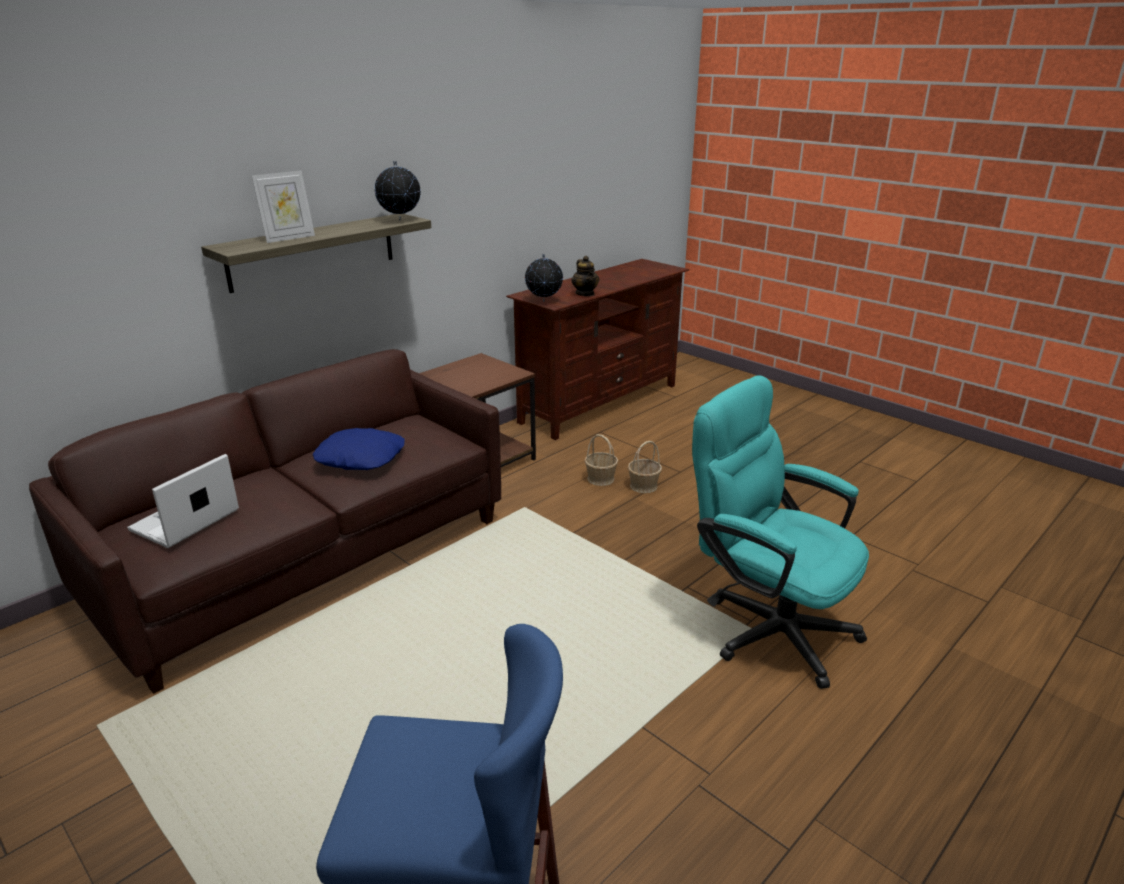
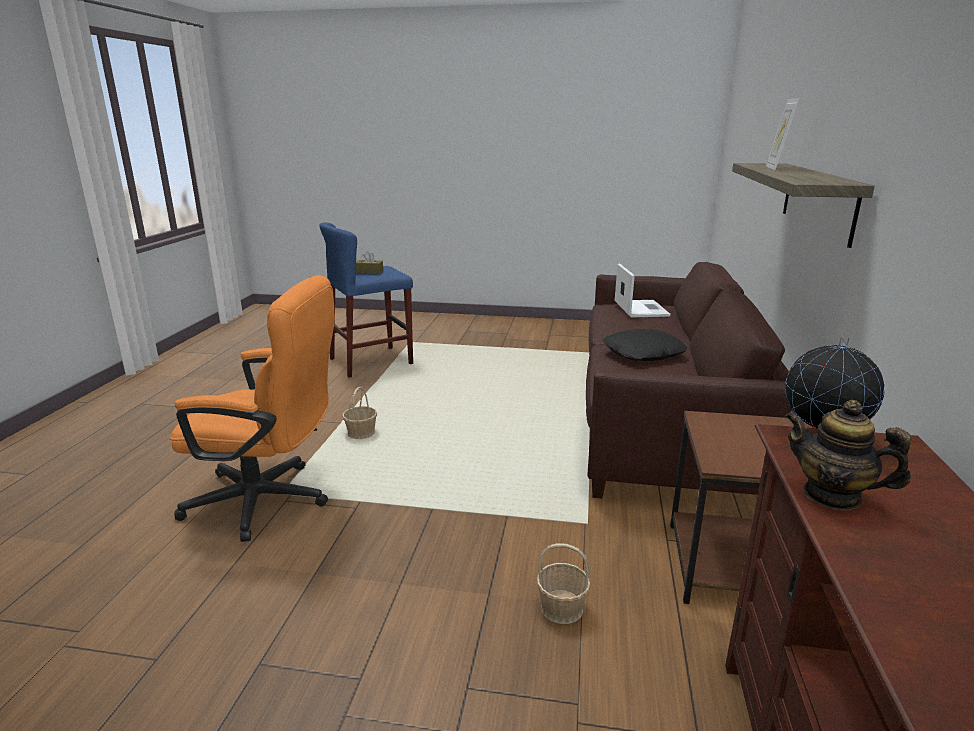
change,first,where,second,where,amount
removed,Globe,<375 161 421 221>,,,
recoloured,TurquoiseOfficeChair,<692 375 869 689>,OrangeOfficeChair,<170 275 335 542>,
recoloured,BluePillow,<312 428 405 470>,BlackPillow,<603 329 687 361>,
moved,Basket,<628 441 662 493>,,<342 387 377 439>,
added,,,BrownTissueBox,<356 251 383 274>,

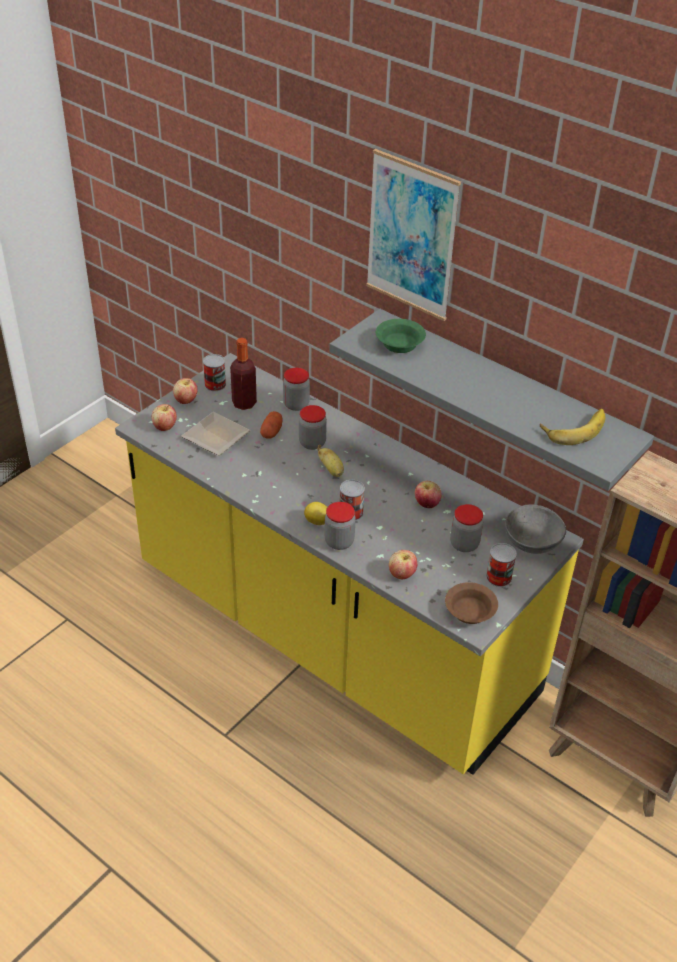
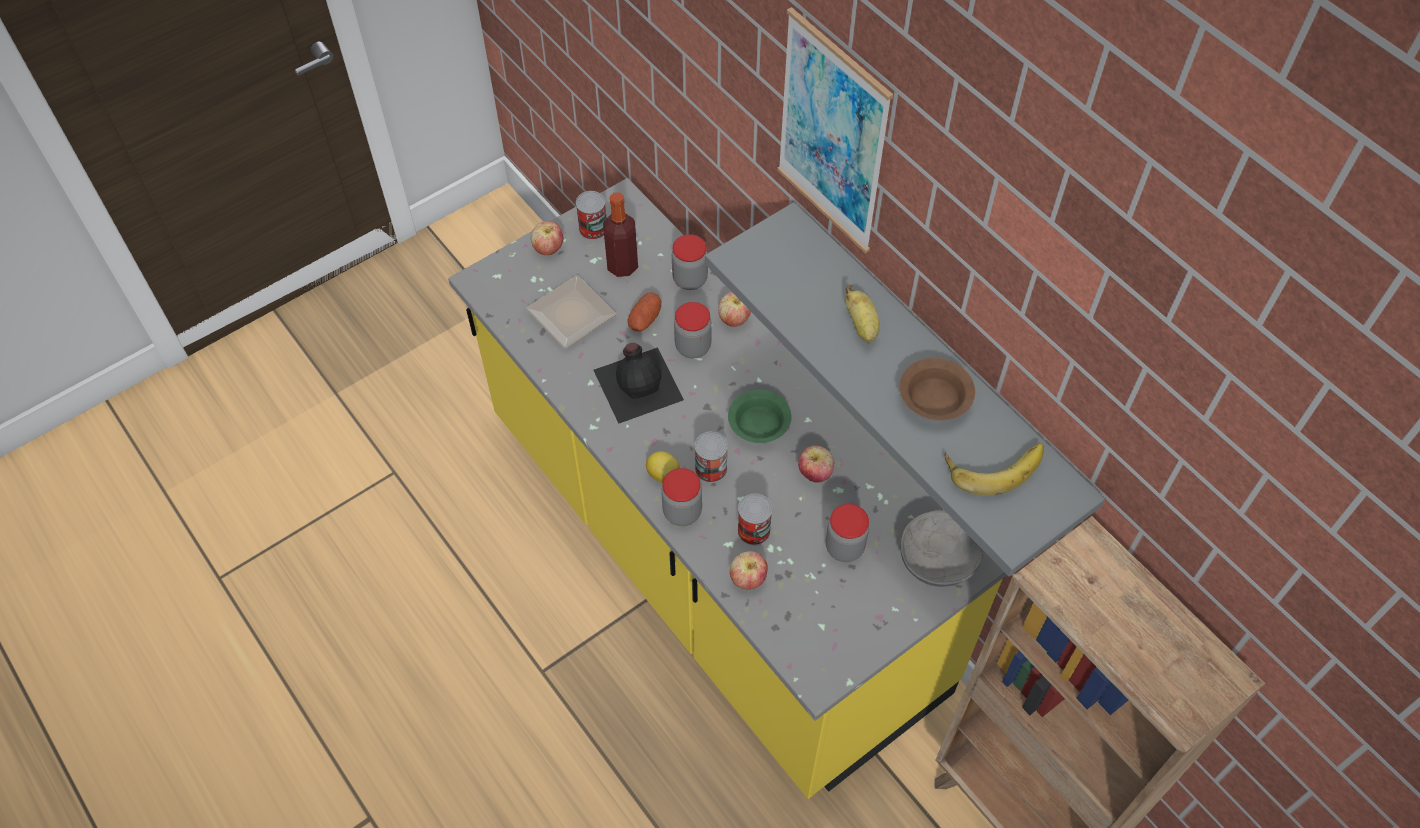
change,first,where,second,where,amount
moved,GreenBowl,<376 319 426 353>,,<728 389 791 443>,
moved,Apple,<152 404 177 431>,,<718 292 751 327>,
moved,Banana,<317 445 344 477>,,<845 284 880 344>,
moved,Can,<486 543 517 587>,,<737 493 772 545>,
moved,BrownBowl,<445 582 498 624>,,<900 358 975 421>,
added,,,BlackBottle,<594 343 684 424>,

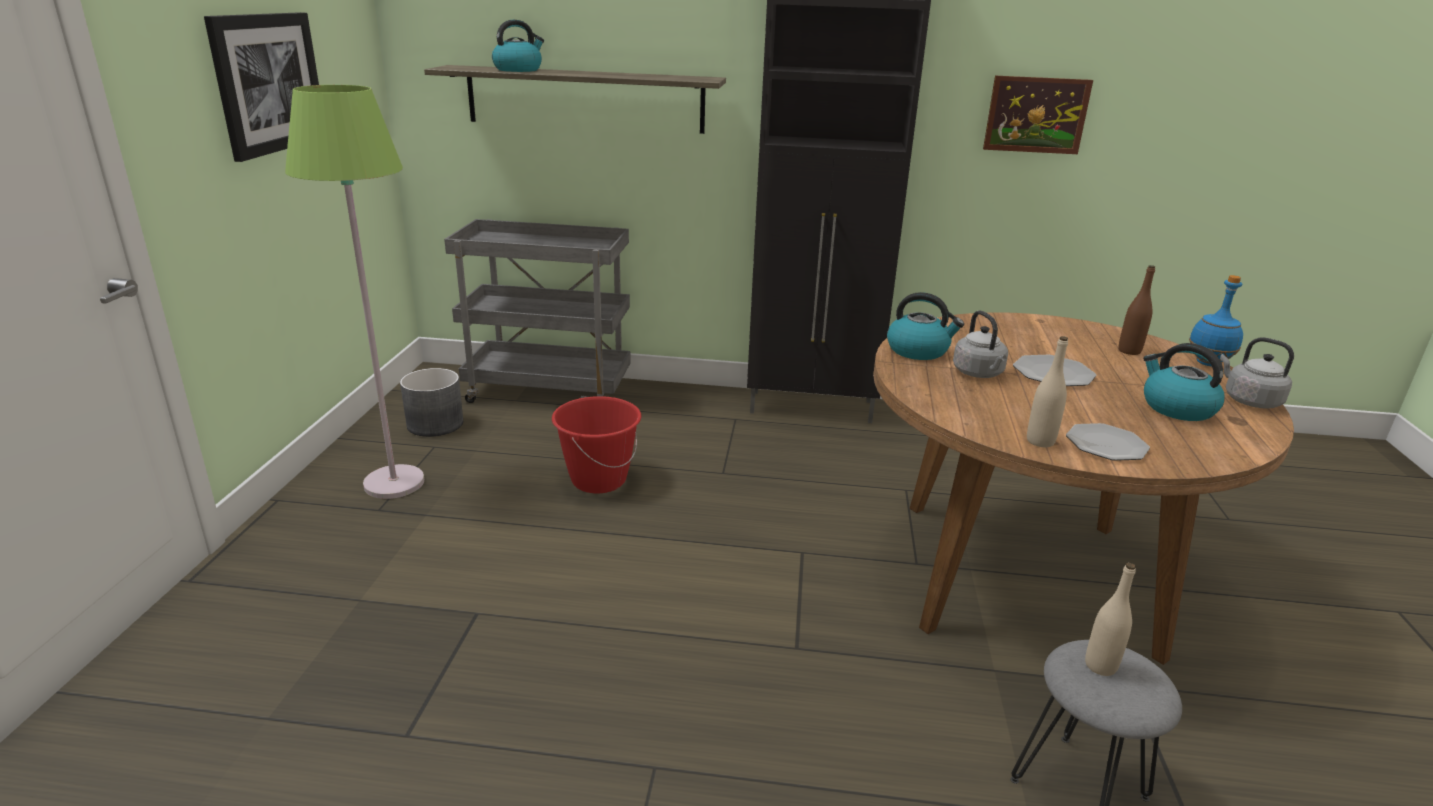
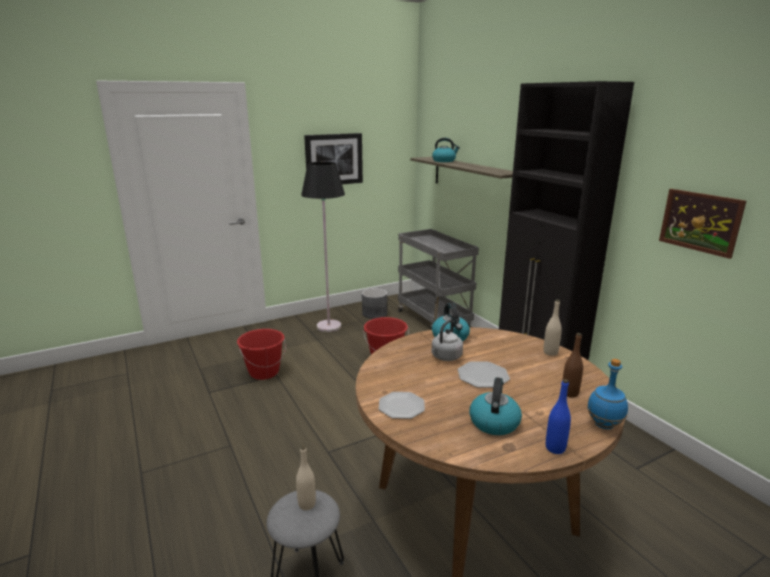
change,first,where,second,where,amount
recoloured,GreenFloorLamp,<285 85 424 499>,BlackFloorLamp,<301 162 345 332>,
moved,BeigeBottle,<1027 336 1068 447>,,<543 299 562 356>,
replaced,GreyKettle,<1220 337 1294 409>,BlueBottle,<546 379 571 454>,
added,,,RedBucket,<237 329 286 380>,

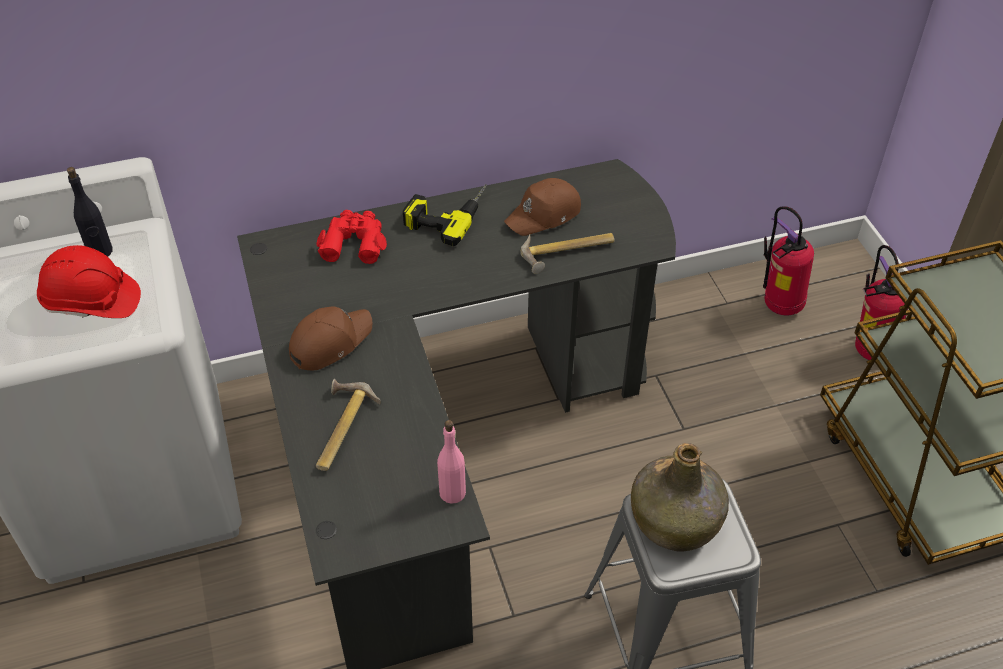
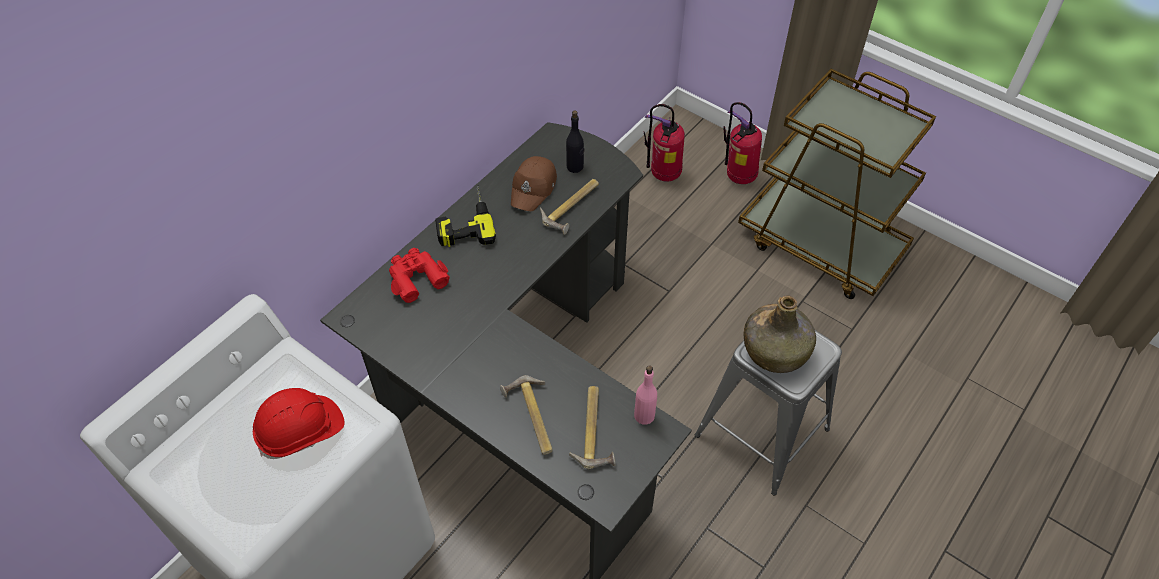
change,first,where,second,where,amount
moved,BlackBottle,<67 167 113 257>,,<566 110 584 173>,
removed,BrownCap,<289 307 372 370>,,,
added,,,Hammer,<569 386 615 469>,

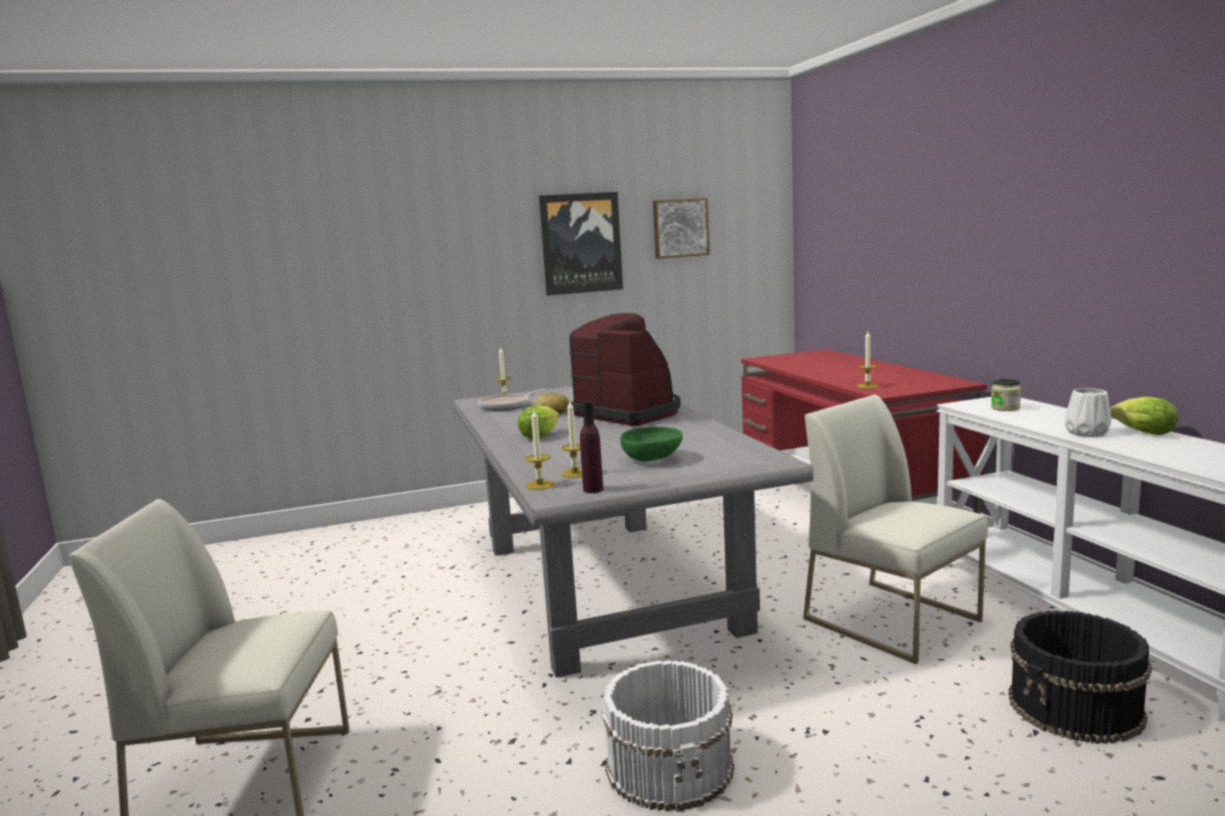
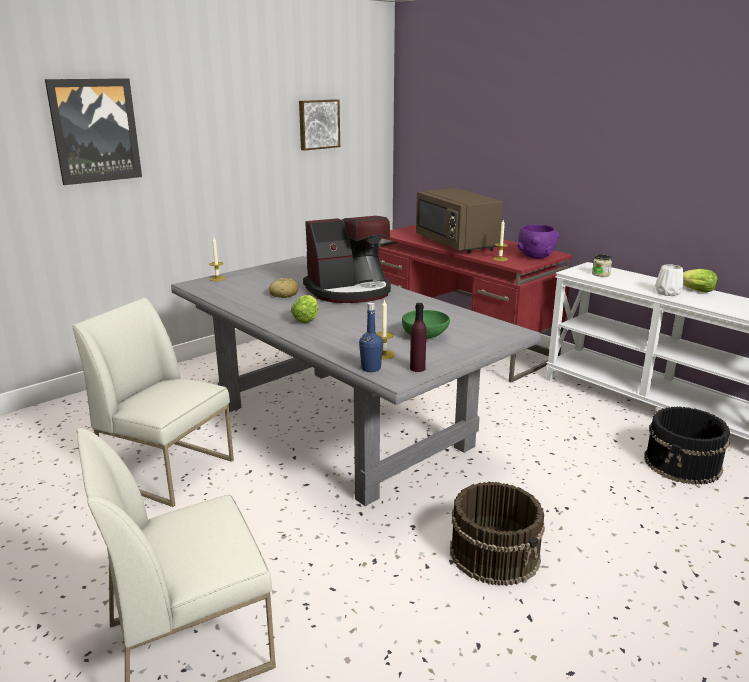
change,first,where,second,where,amount
moved,Picture,<539 192 623 296>,,<45 78 142 185>,
turned,CoffeeMachine,<569 313 681 426>,,<303 216 391 303>,135 degrees clockwise
removed,FryingPan,<478 389 545 411>,,,
moved,WhiteChair,<803 395 988 664>,,<72 298 234 507>,
replaced,Candle,<525 410 555 490>,BlueBottle,<359 302 383 372>,
recoloured,WhiteBucket,<602 660 734 811>,BrownBucket,<450 481 545 586>,
added,,,BrownMicrowave,<416 188 503 254>,
added,,,PurpleBowl,<518 224 560 259>,

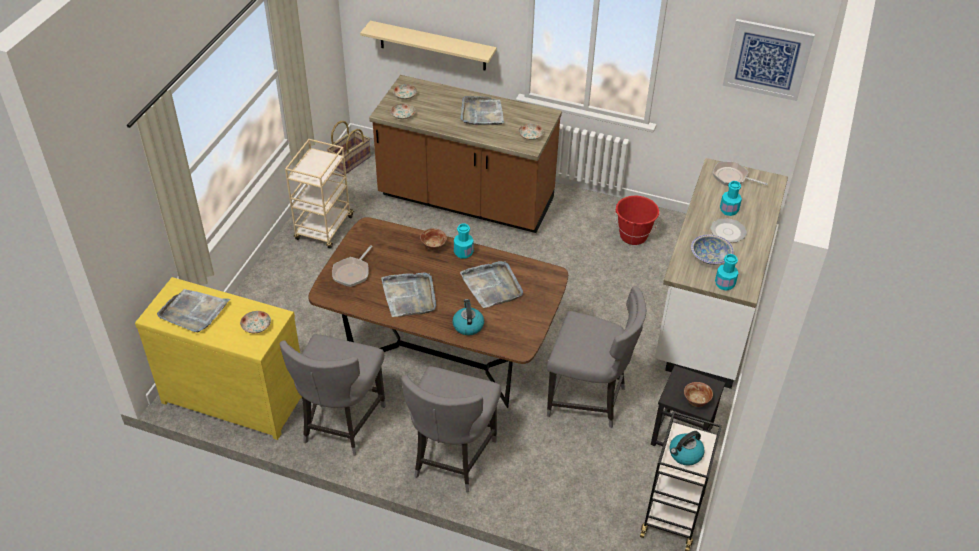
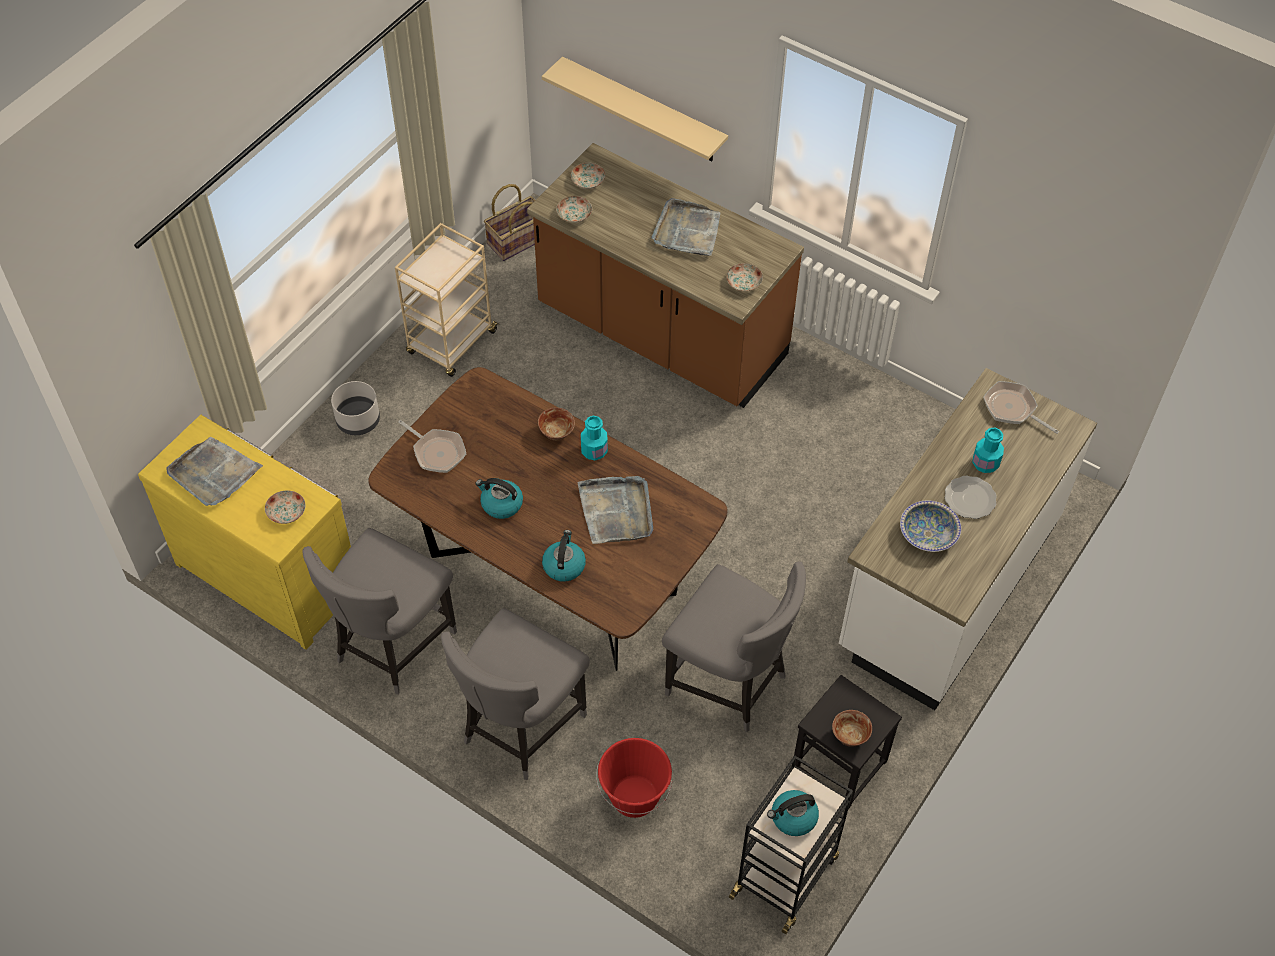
change,first,where,second,where,amount
removed,Picture,<723 19 815 101>,,,
moved,RedBucket,<615 196 660 245>,,<596 738 672 818>,
turned,FryingPan,<332 245 373 287>,,<398 420 466 473>,90 degrees counterclockwise
removed,TurquoiseBottle,<715 254 739 291>,,,
replaced,GreyTray,<381 273 436 317>,Kettle,<475 478 523 519>,
added,,,GreyPlanter,<331 381 380 435>,

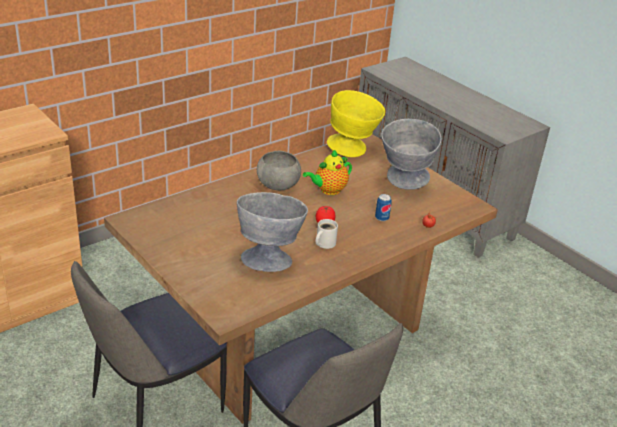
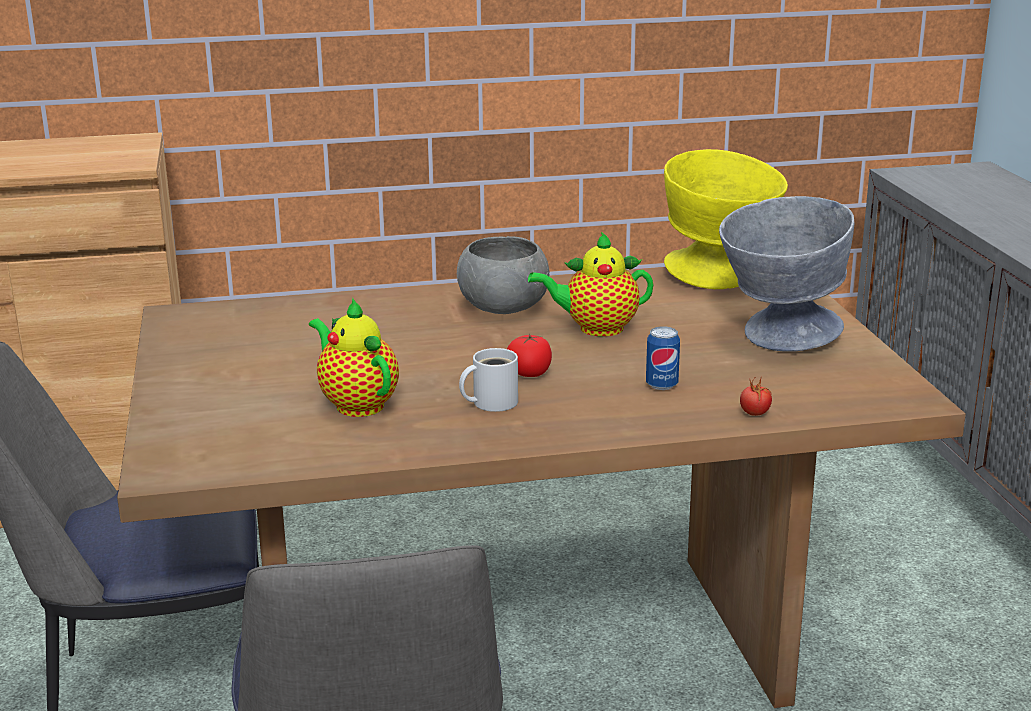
change,first,where,second,where,amount
replaced,GreyBowl,<237 192 308 272>,Teapot,<309 298 399 417>,

